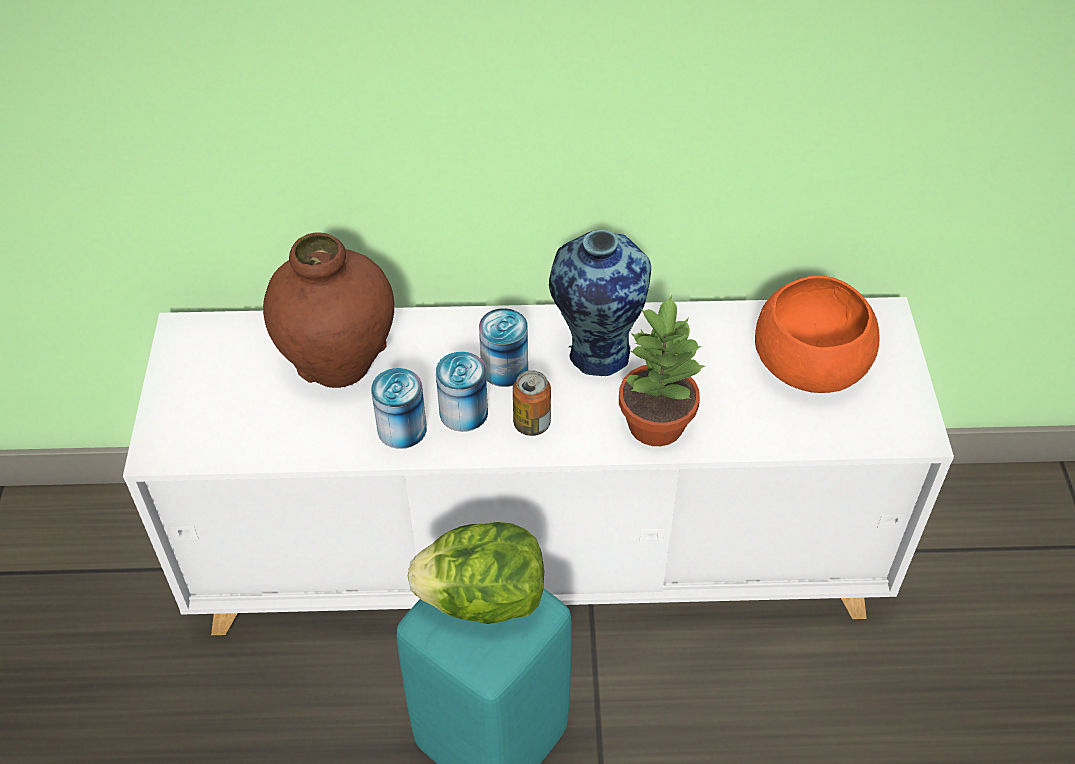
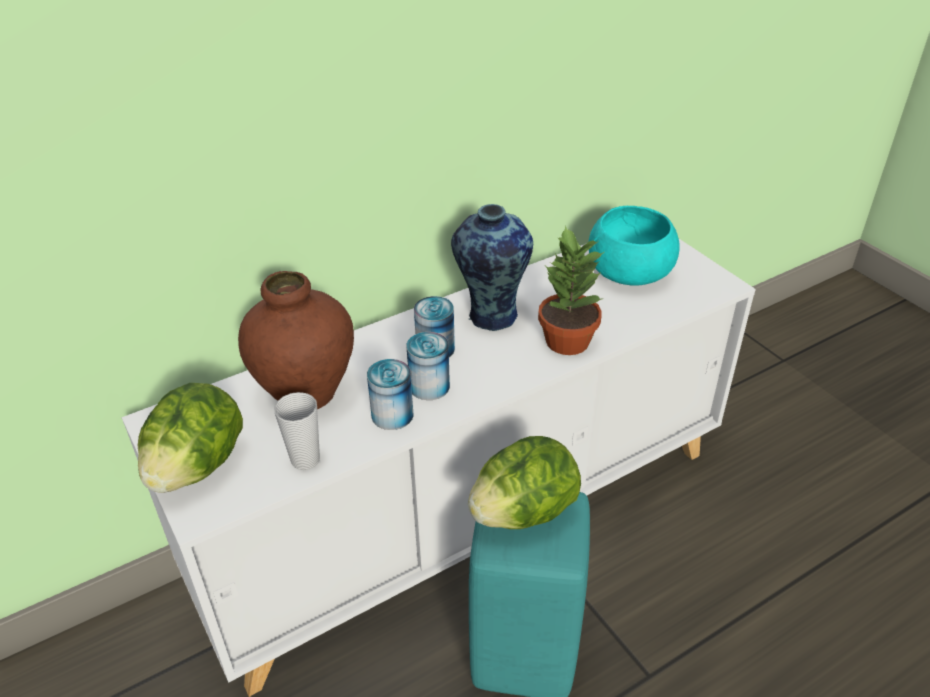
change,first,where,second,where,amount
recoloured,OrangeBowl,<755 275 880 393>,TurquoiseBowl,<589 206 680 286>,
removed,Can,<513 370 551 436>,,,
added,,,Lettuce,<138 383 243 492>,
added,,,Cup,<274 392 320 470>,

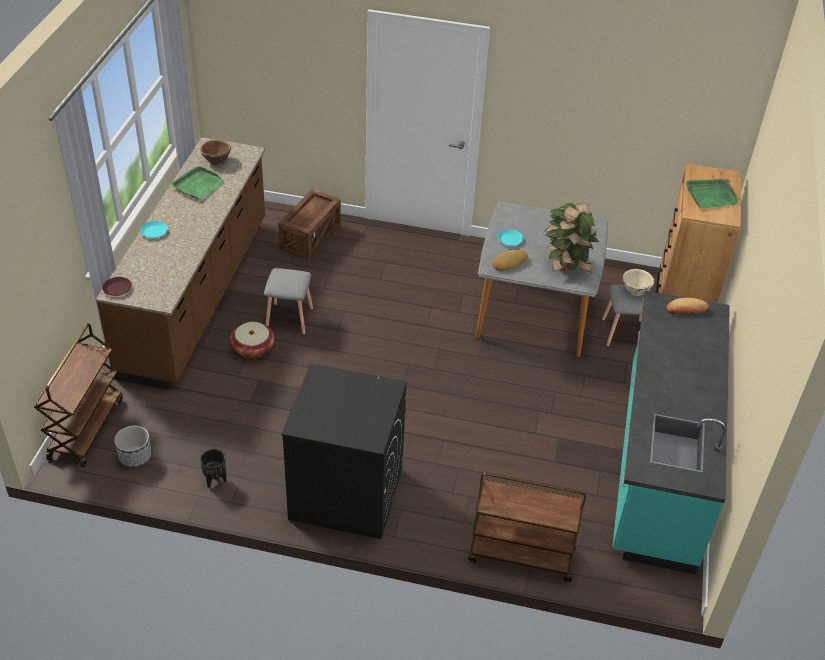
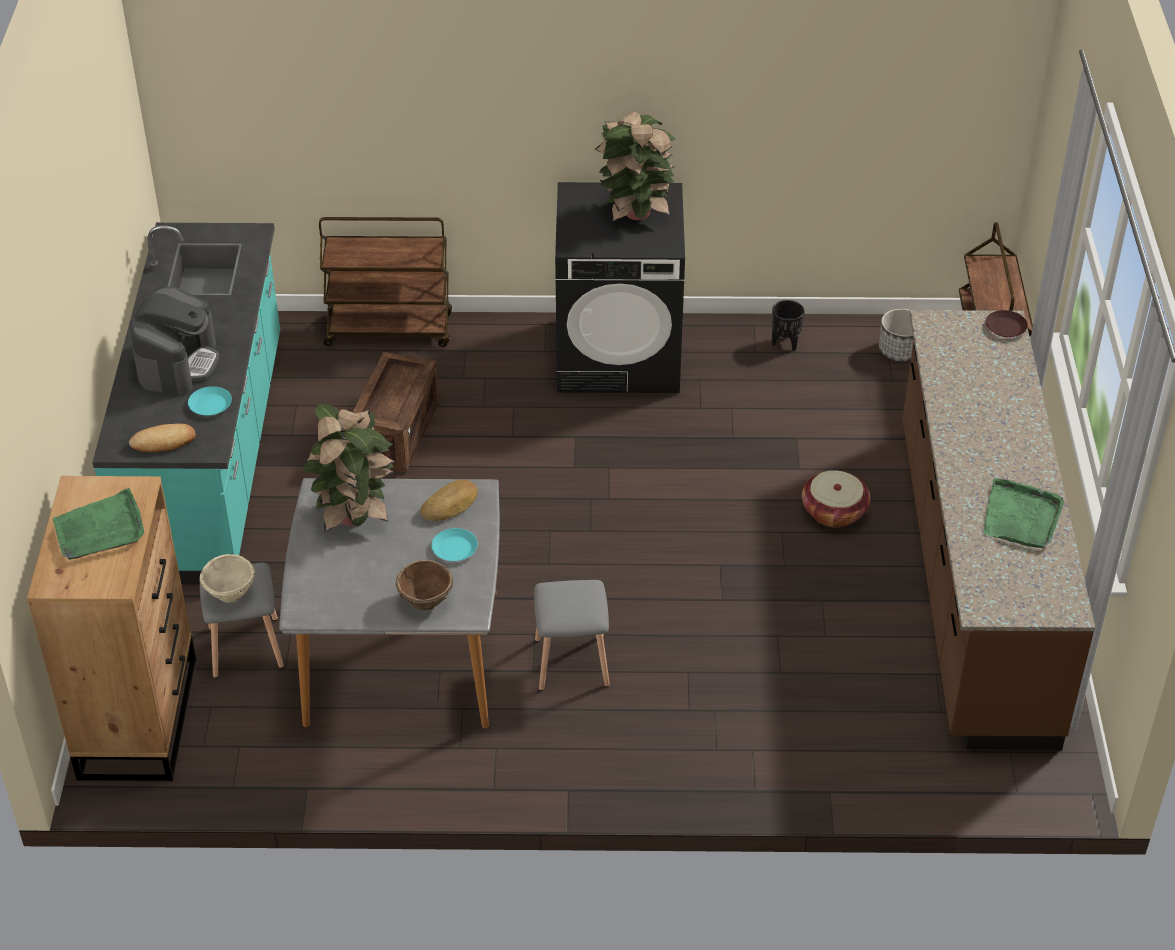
change,first,where,second,where,amount
moved,BrownBowl,<200 140 231 165>,,<396 560 453 610>,
moved,Crate,<278 189 341 260>,,<352 352 439 472>,
moved,TurquoisePlate,<140 221 168 238>,,<188 386 232 416>,
moved,GreyStool,<264 268 313 335>,,<534 580 610 691>,
added,,,PottedPlant,<594 111 675 222>,
added,,,CoffeeMachine,<130 286 219 395>,

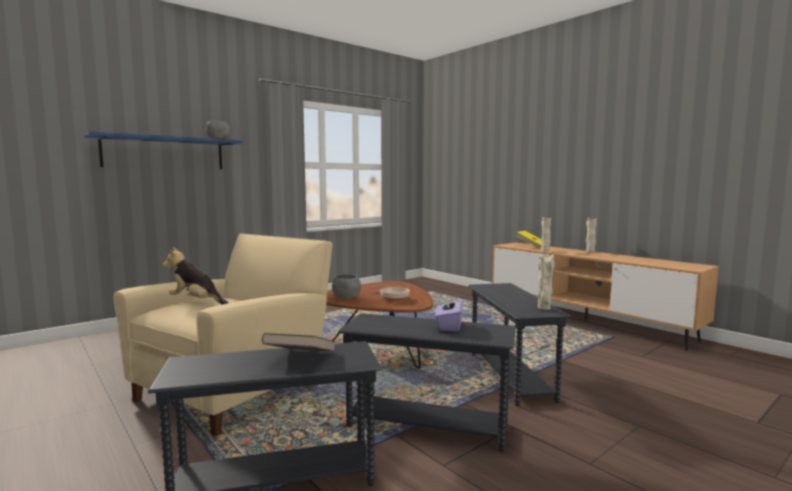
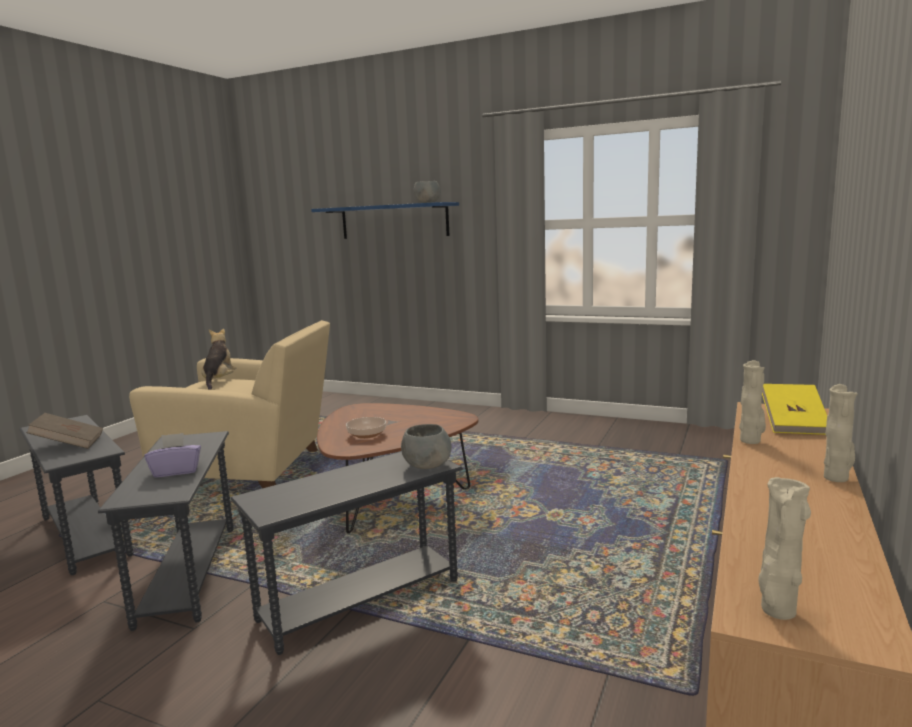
change,first,where,second,where,amount
moved,BeigeVase,<538 255 555 310>,,<758 477 811 620>,
moved,GreyBowl,<332 274 361 299>,,<401 424 451 469>,

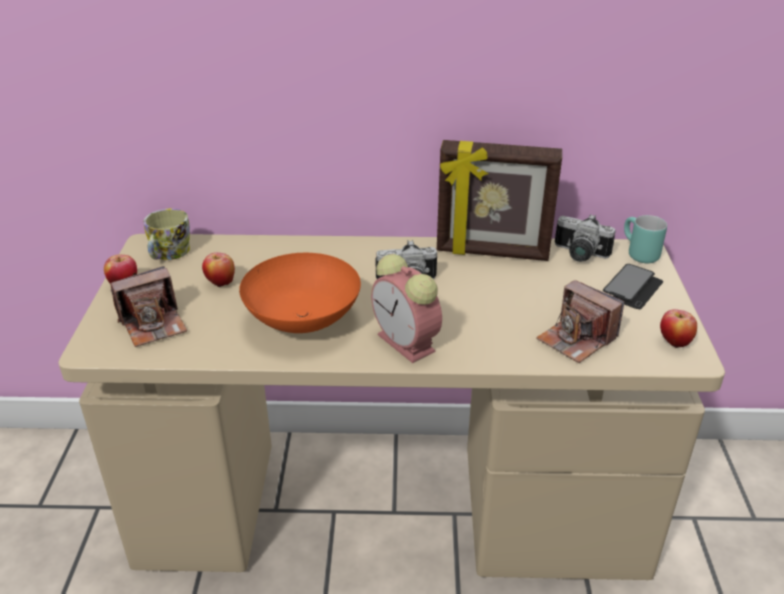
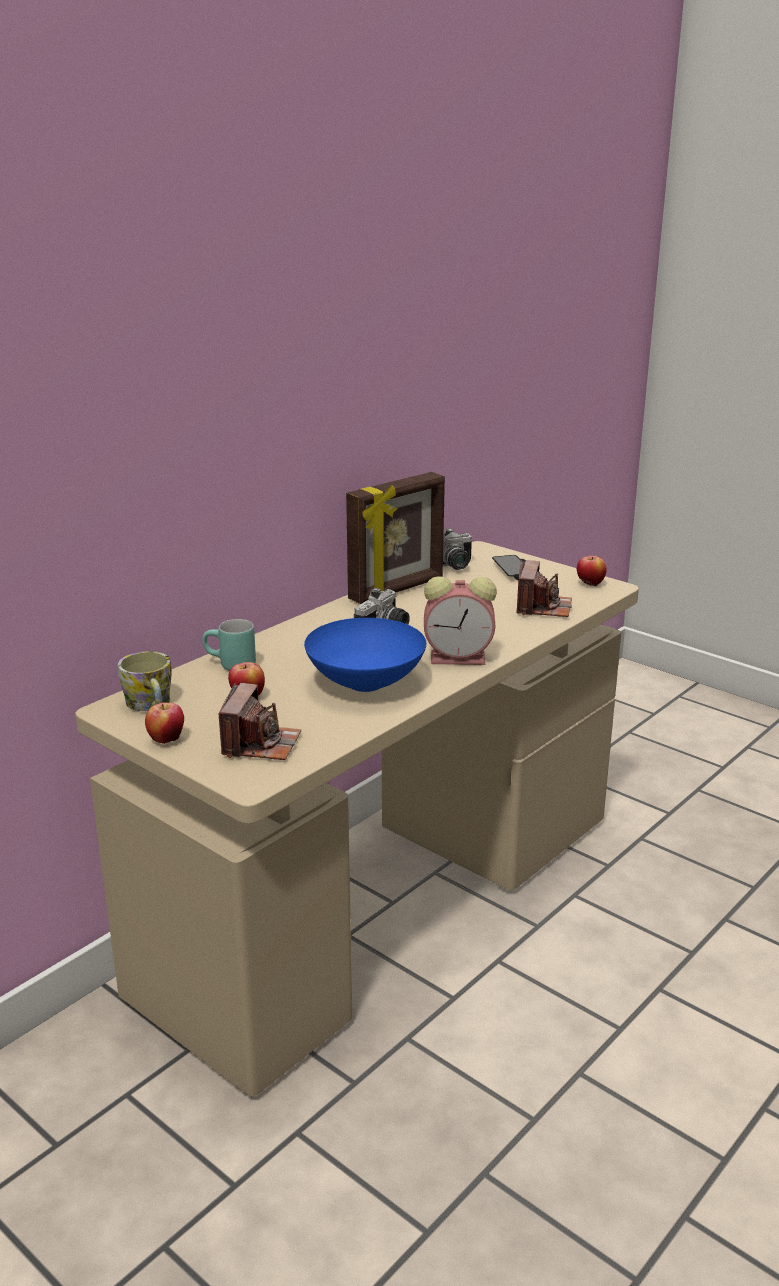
change,first,where,second,where,amount
moved,TurquoiseMug,<624 215 667 263>,,<202 619 256 671>,
recoloured,OrangeBowl,<239 253 361 333>,BlueBowl,<304 618 426 692>,
turned,PhotoCamera,<536 280 624 363>,,<516 560 572 617>,75 degrees counterclockwise

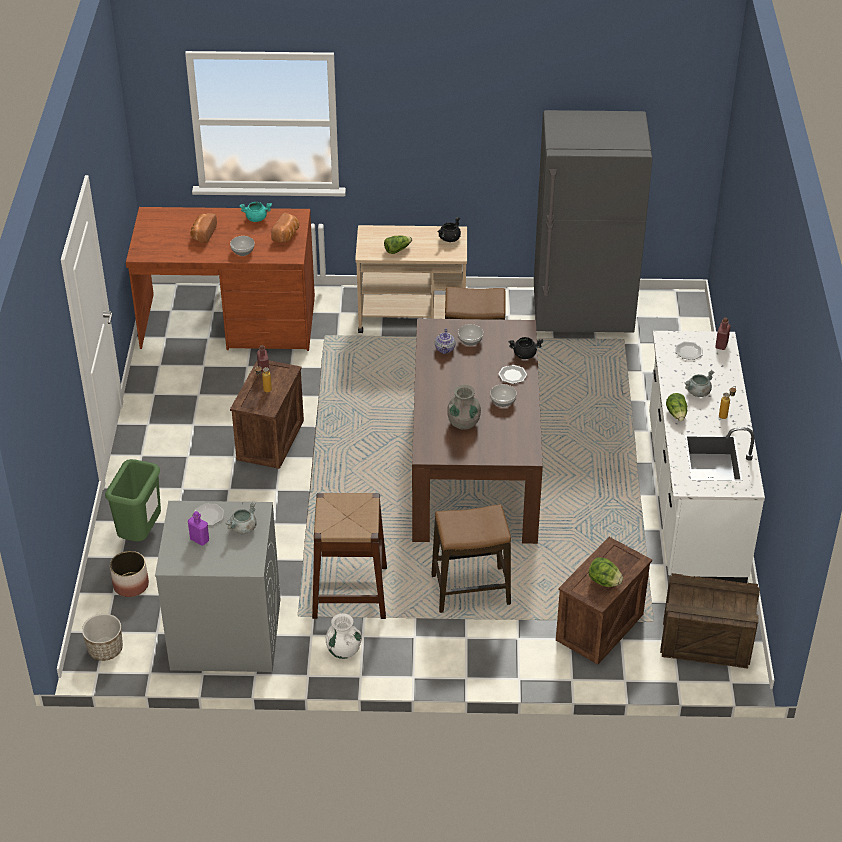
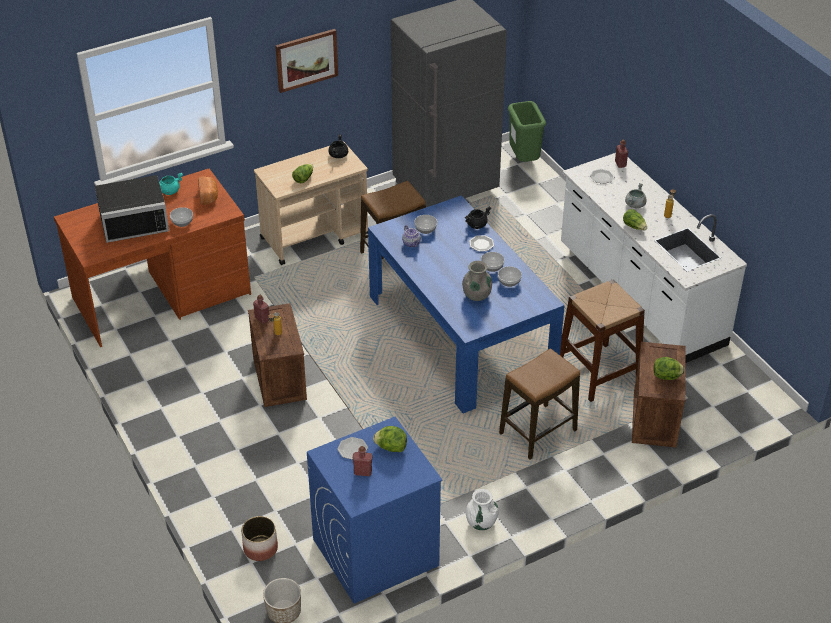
change,first,where,second,where,amount
replaced,Bread,<190 213 217 243>,BlackMicrowave,<95 175 169 243>,
recoloured,BrownDiningTable,<412 319 543 544>,BlueDiningTable,<368 195 565 413>,
moved,GreenTrashCan,<105 459 161 542>,,<508 101 546 162>,
moved,BrownStool,<312 493 387 619>,,<560 280 645 402>,
recoloured,GreyWashingMachine,<155 501 280 672>,BlueWashingMachine,<307 417 443 604>,
replaced,GreyCookingPot,<226 502 257 534>,Lettuce,<373 426 407 452>,
recoloured,PurpleBottle,<188 511 209 546>,RedBottle,<352 446 372 476>,
removed,Crate,<660 573 760 669>,,,
added,,,Picture,<275 29 338 93>,
added,,,Bowl,<498 266 522 287>,

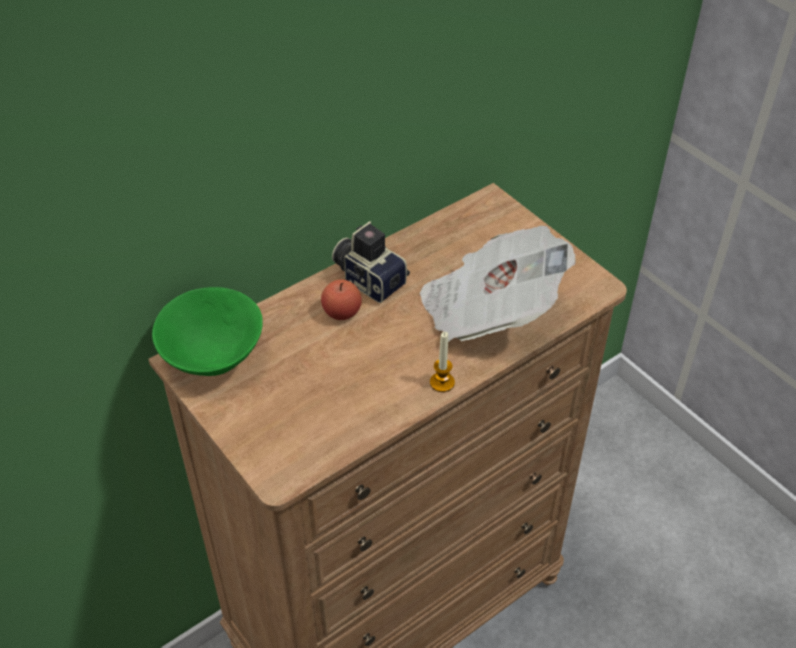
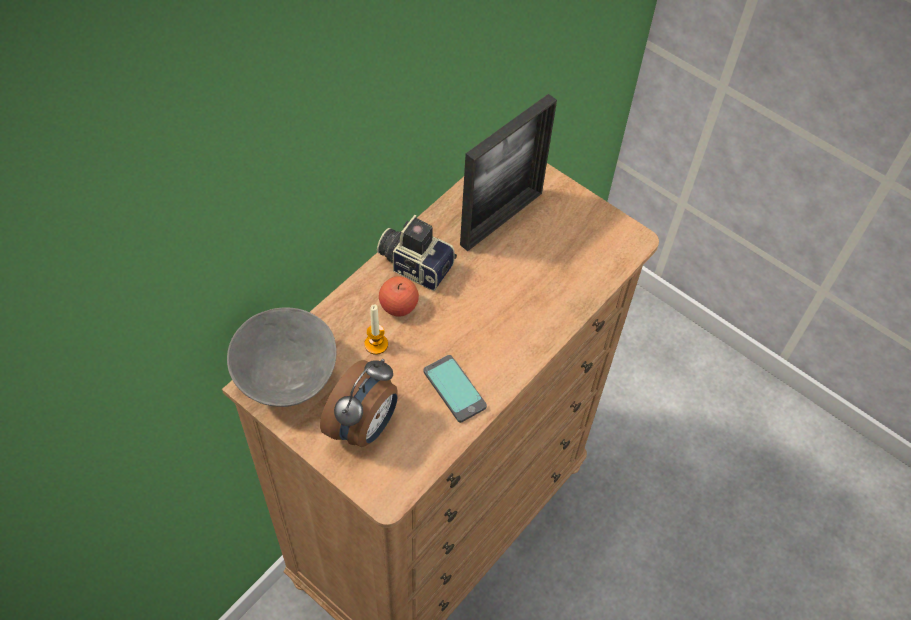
change,first,where,second,where,amount
removed,Newspaper,<419 226 576 342>,,,
recoloured,GreenBowl,<152 287 263 376>,GreyBowl,<227 307 337 407>,
moved,Candle,<430 332 455 392>,,<364 304 388 355>,
added,,,PictureFrame,<460 94 557 251>,
added,,,Phone,<423 355 487 423>,
added,,,AlarmClock,<320 359 398 447>,

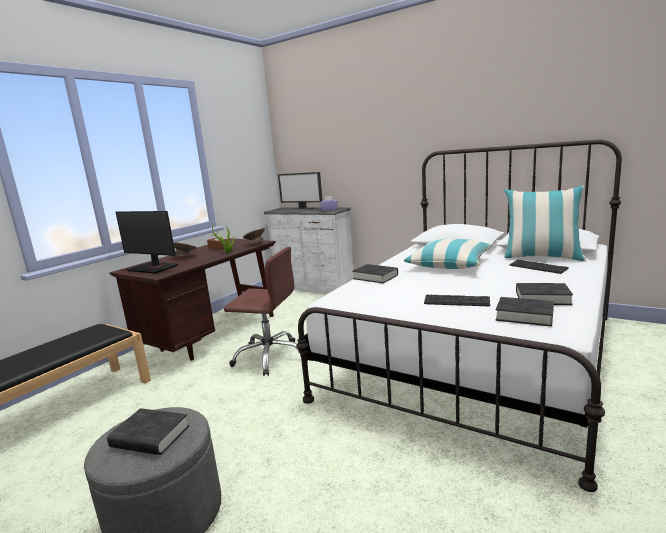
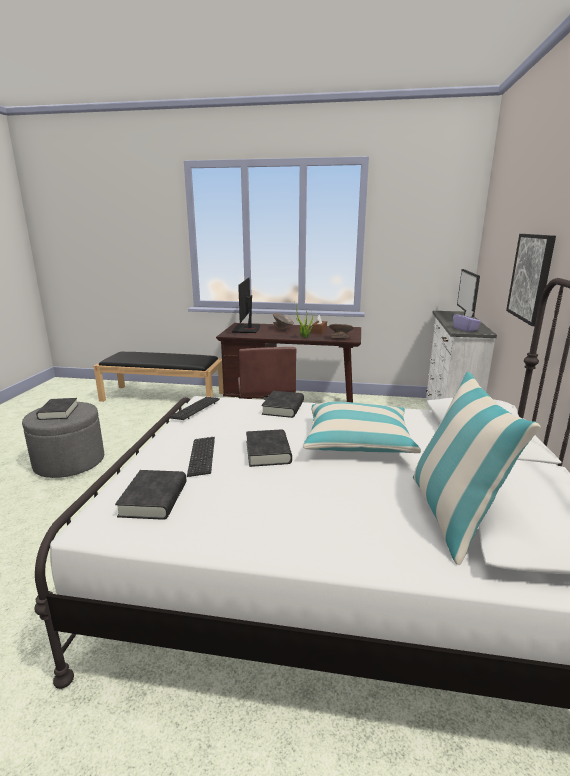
change,first,where,second,where,amount
moved,Keyboard,<509 260 569 274>,,<169 397 220 420>,
moved,BlackBook,<516 283 573 305>,,<246 429 292 467>,
added,,,Picture,<506 234 556 326>,

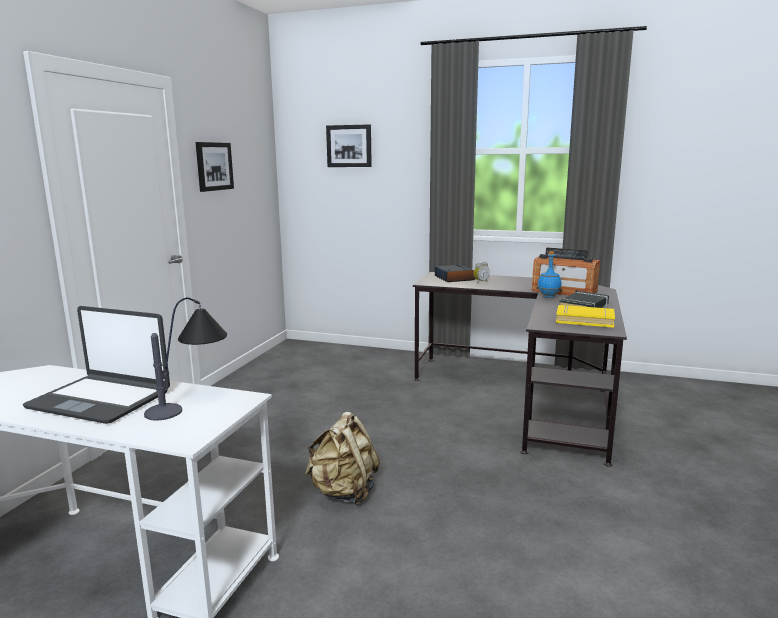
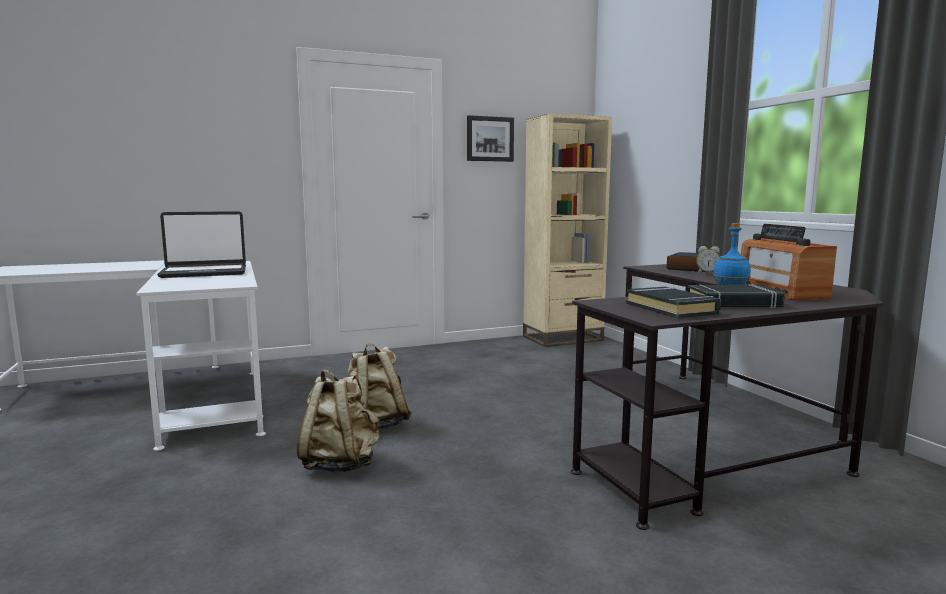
change,first,where,second,where,amount
removed,Picture,<326 124 372 167>,,,
removed,TableLamp,<144 297 227 420>,,,
recoloured,YellowBook,<556 305 615 328>,BlackBook,<626 287 721 318>,
turned,Laptop,<23 306 170 424>,,<157 211 246 278>,90 degrees counterclockwise
added,,,BeigeBookcase,<523 114 612 347>,
added,,,BeigeBackpack,<297 369 380 473>,

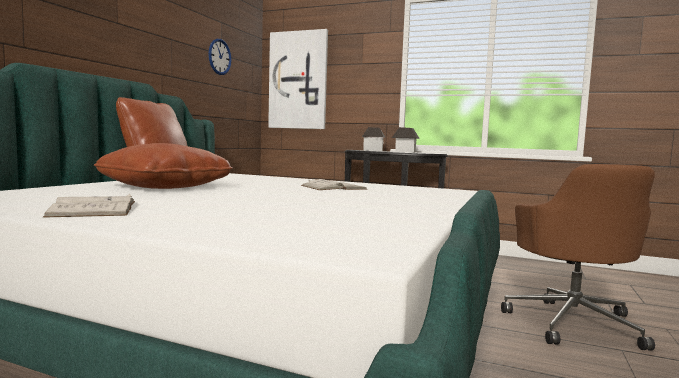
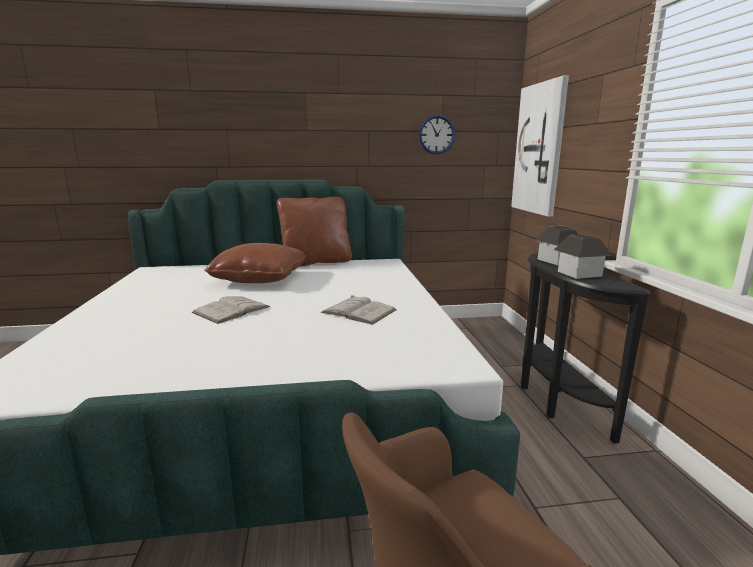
change,first,where,second,where,amount
moved,WhiteBook,<43 194 135 218>,,<192 296 270 324>,

